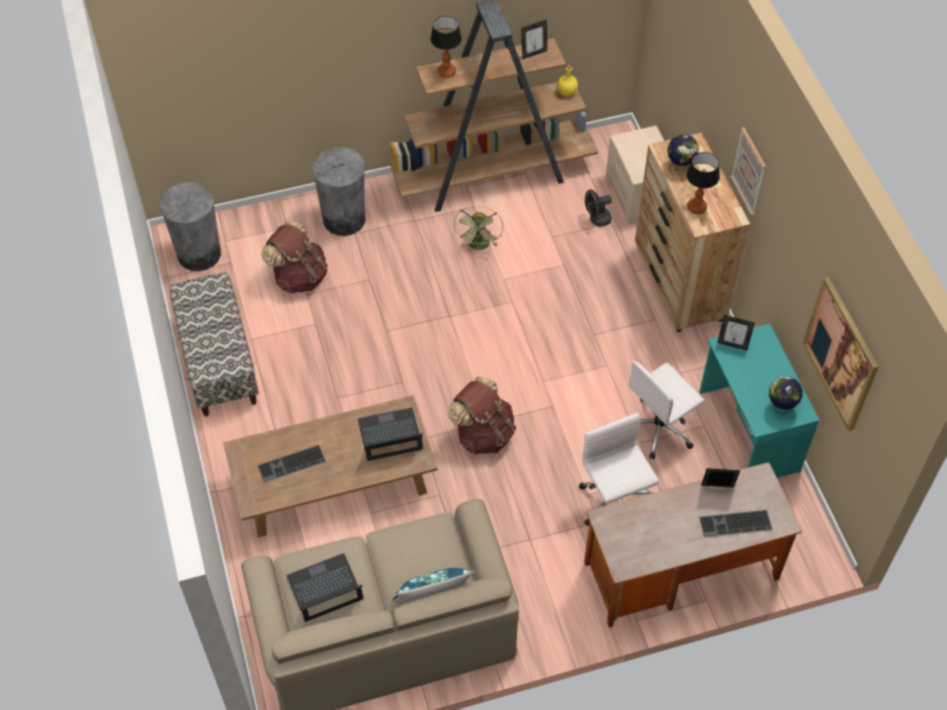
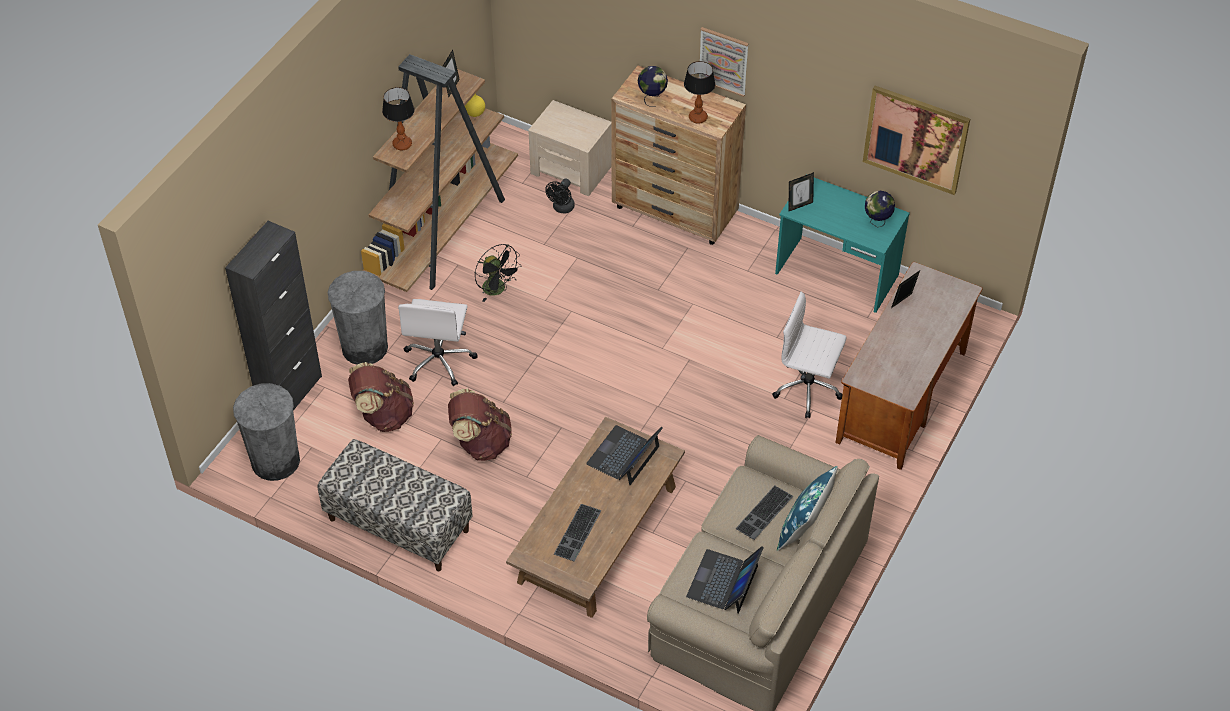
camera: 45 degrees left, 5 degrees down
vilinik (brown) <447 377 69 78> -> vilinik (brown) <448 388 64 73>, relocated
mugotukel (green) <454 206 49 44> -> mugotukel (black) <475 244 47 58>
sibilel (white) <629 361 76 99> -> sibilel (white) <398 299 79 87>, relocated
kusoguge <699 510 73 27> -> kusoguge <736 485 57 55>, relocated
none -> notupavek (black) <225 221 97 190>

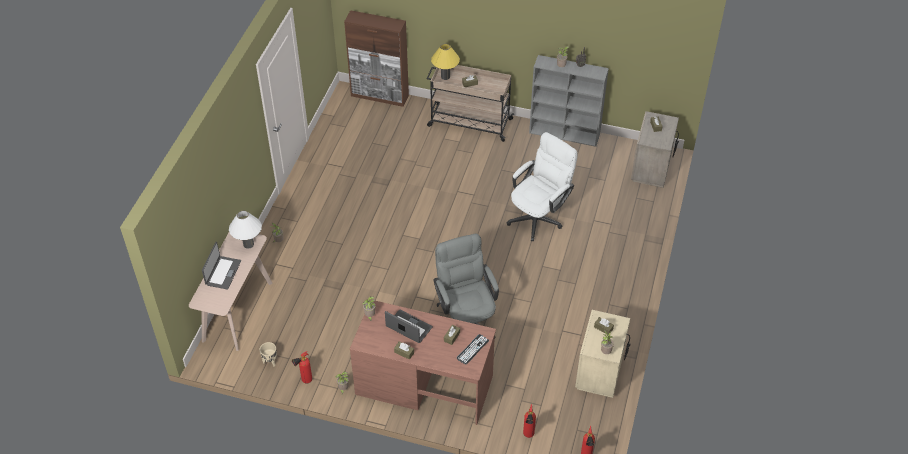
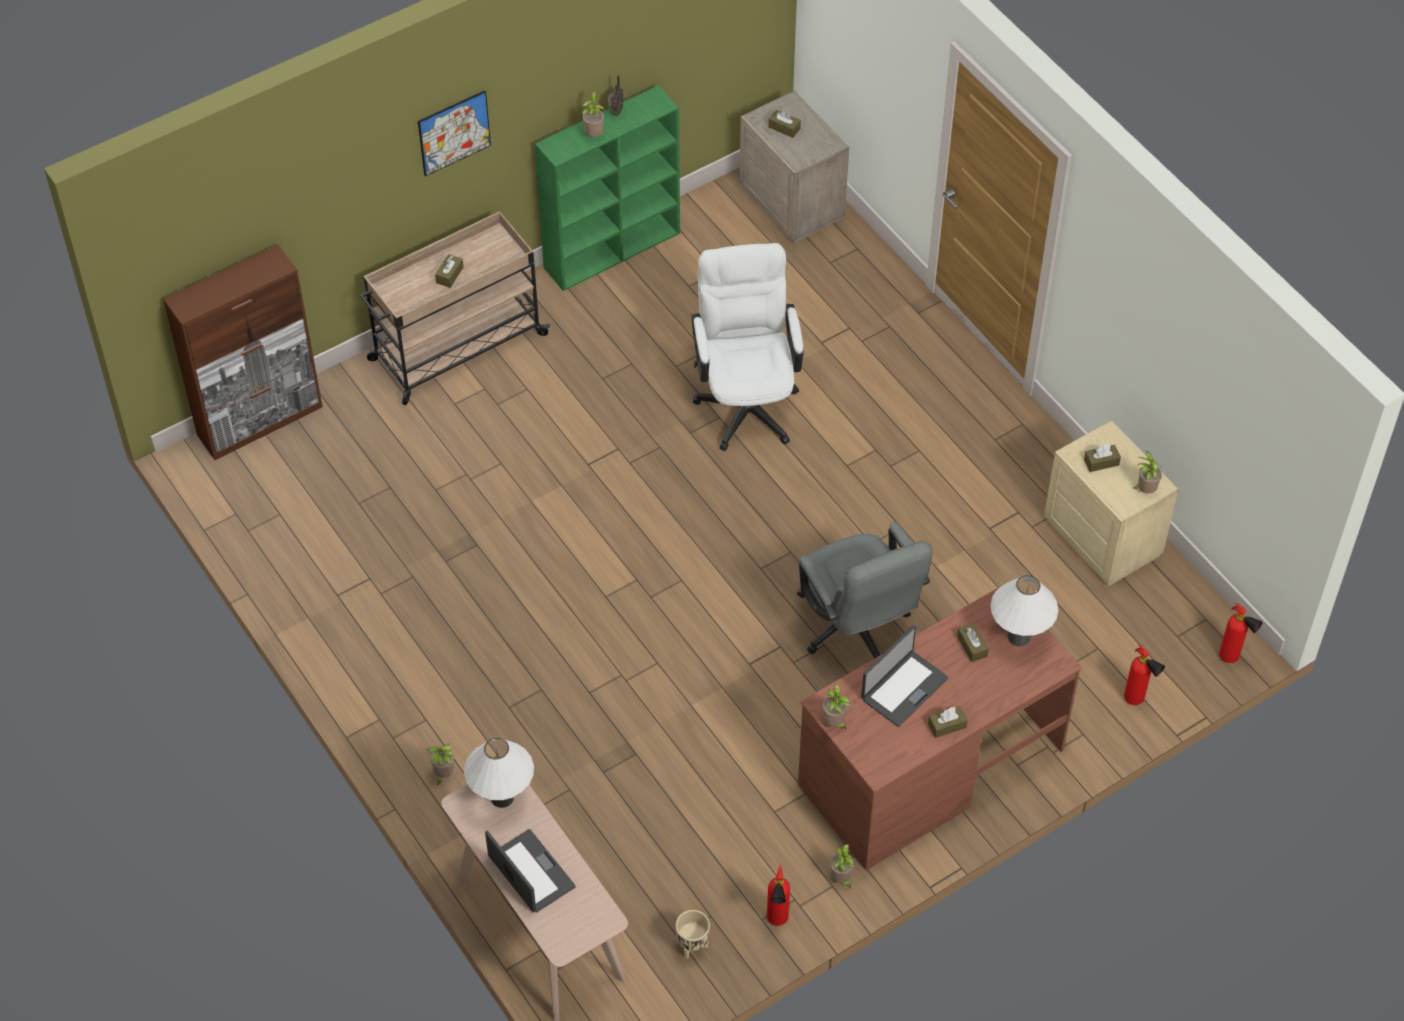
camera: 50 degrees left, 5 degrees up
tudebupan <385 309 48 34> -> tudebupan <861 625 87 102>, 150 degrees clockwise
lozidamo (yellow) <431 44 29 36> -> none
sibilel (grey) <433 233 66 92> -> sibilel (grey) <797 522 136 137>, 135 degrees counterclockwise
kusoguge <457 334 32 31> -> lozidamo (white) <990 575 68 71>
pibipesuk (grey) <529 55 80 92> -> pibipesuk (green) <535 86 145 205>
none -> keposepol <418 90 73 86>

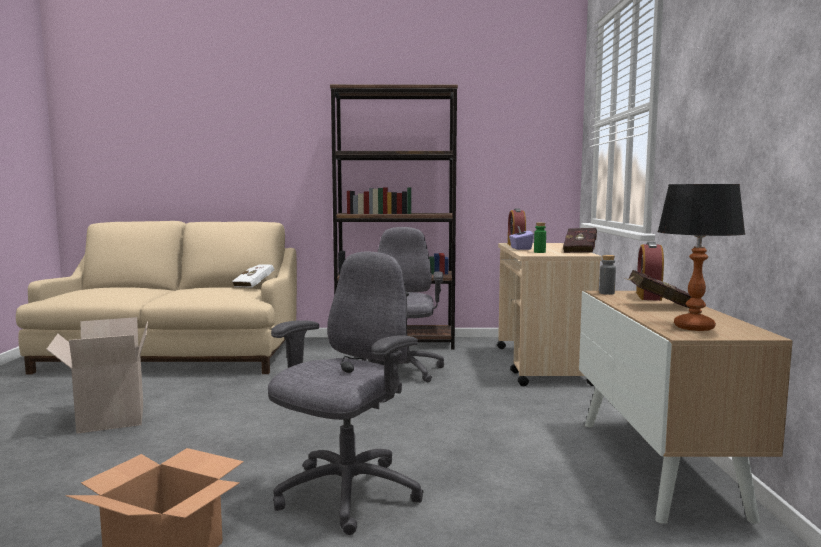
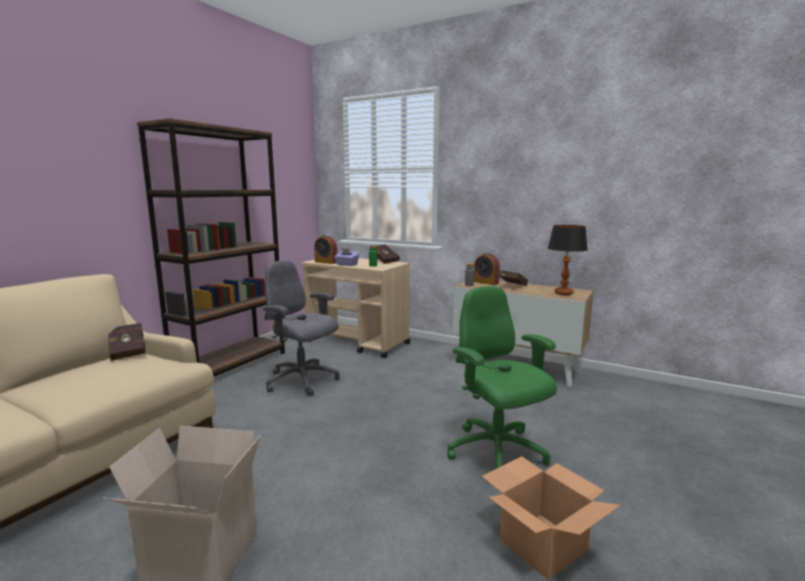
camera: 60 degrees left, 5 degrees up
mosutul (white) <232 264 42 24> -> mosutul (red) <108 323 38 38>
sibilel (grey) <268 251 156 284> -> sibilel (green) <447 286 110 183>

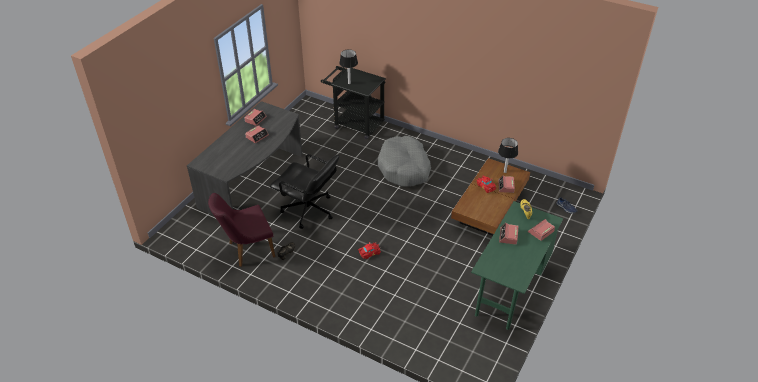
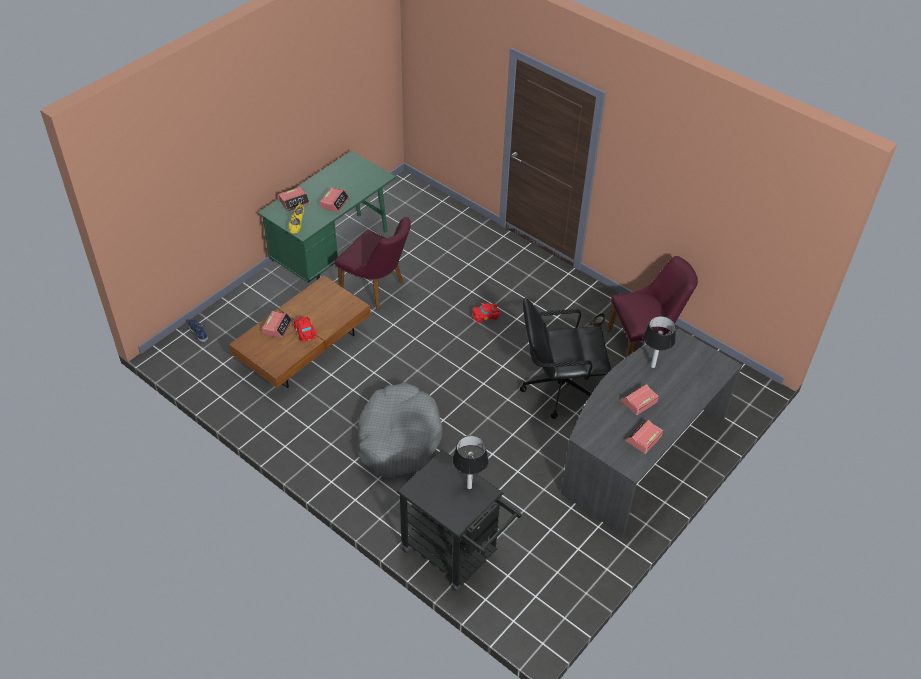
camera: 170 degrees left, 5 degrees up
sibilel (black) <270 154 69 75> -> sibilel (black) <520 298 91 121>, 45 degrees counterclockwise
lozidamo <498 138 20 35> -> lozidamo <643 316 33 52>, relocated
none -> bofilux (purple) <335 217 76 92>

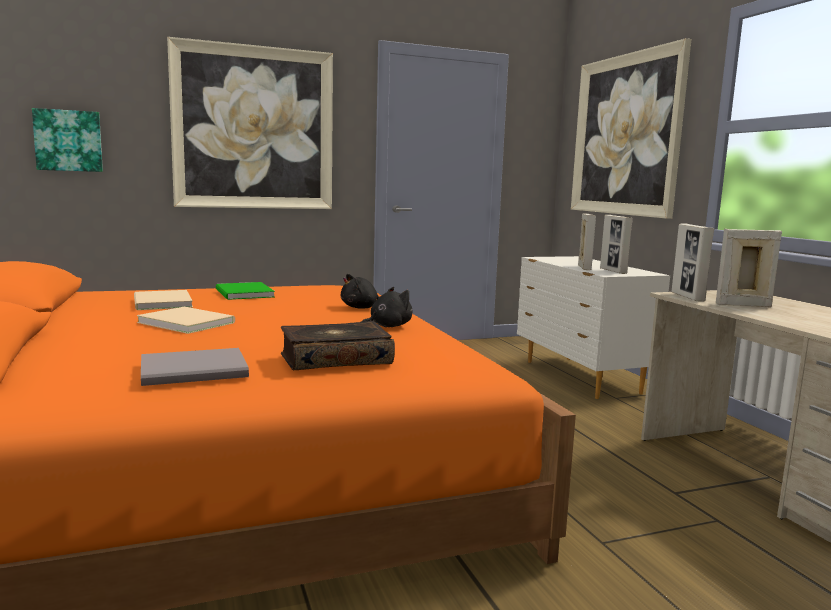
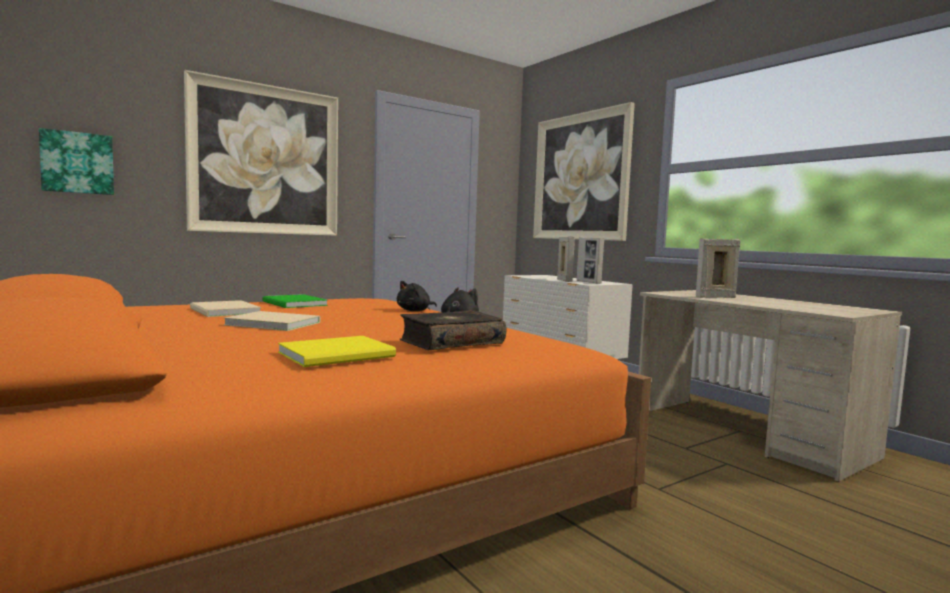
camera: 15 degrees left, 5 degrees down
mosutul (grey) <141 348 108 38> -> mosutul (yellow) <278 336 118 31>
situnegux <671 223 43 78> -> none

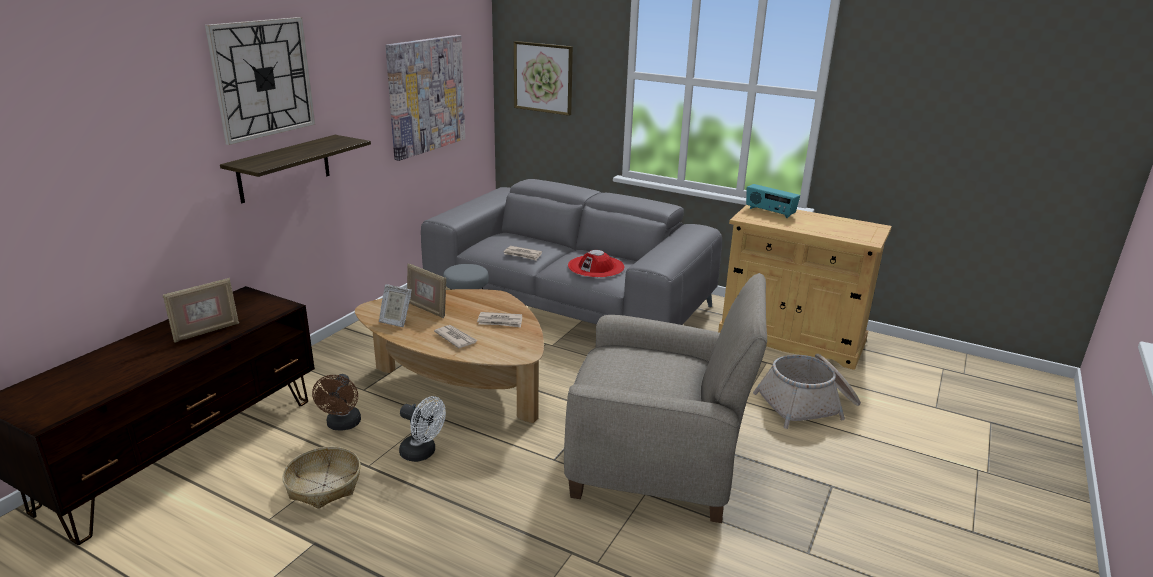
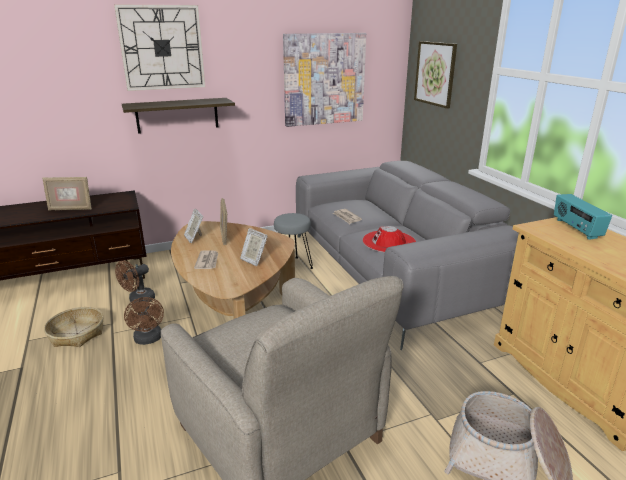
camera: 40 degrees right, 0 degrees up
mugotukel (white) <399 396 47 66> -> mugotukel (brown) <124 297 40 48>
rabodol <477 312 45 15> -> situnegux <240 228 28 38>

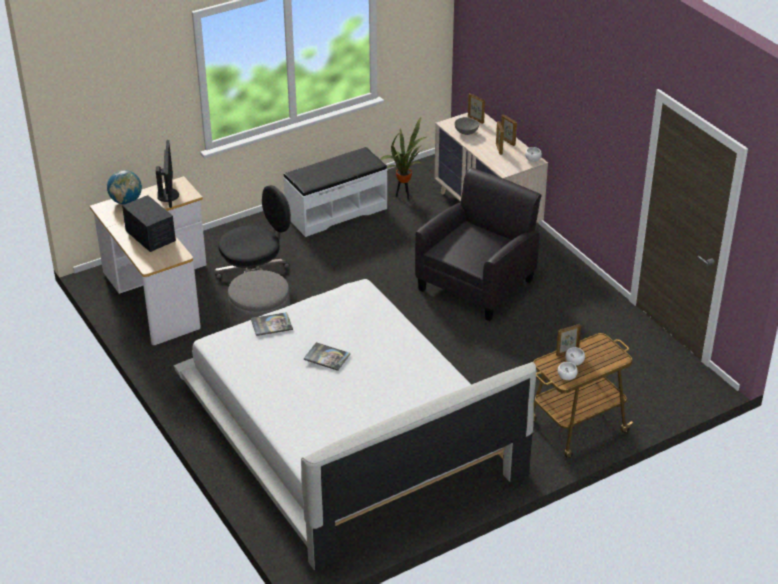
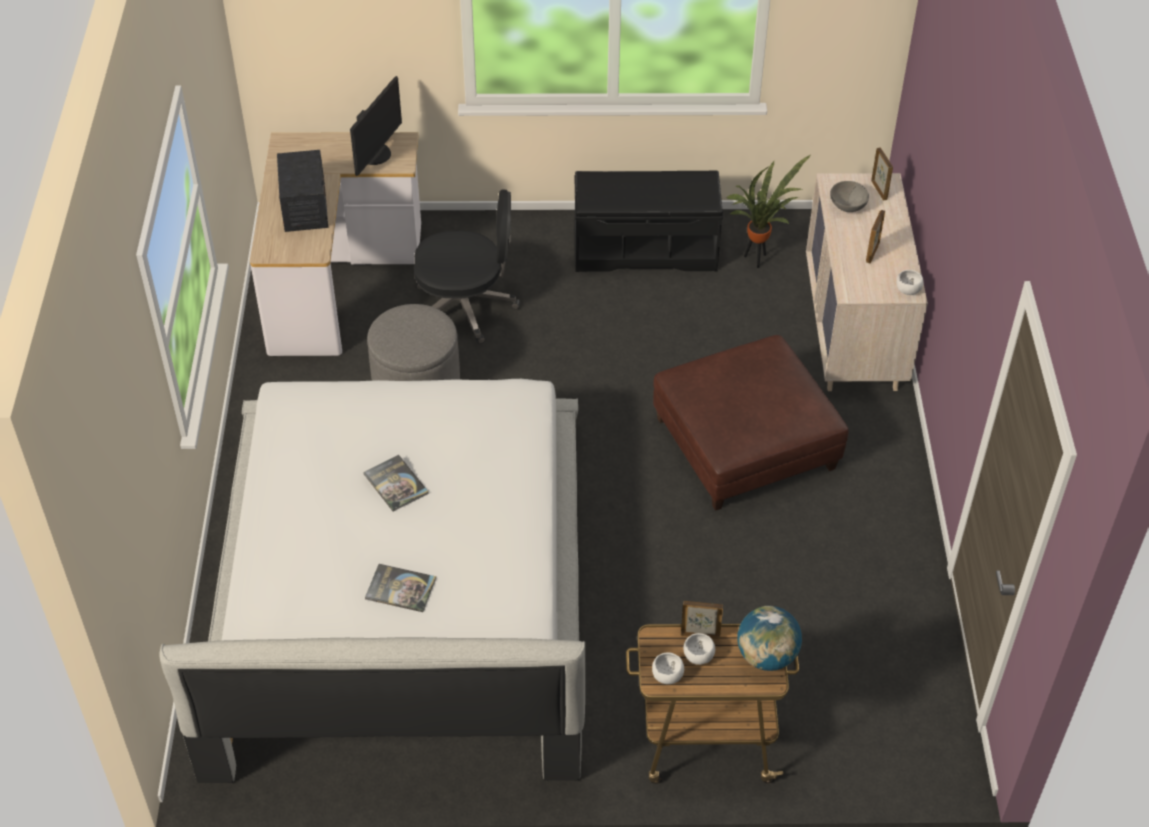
camera: 30 degrees right, 10 degrees up
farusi <107 170 35 35> -> farusi <737 606 65 65>, relocated
mosutul <251 312 42 24> -> mosutul <365 564 71 48>, relocated
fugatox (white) <283 147 105 90> -> fugatox (black) <575 171 148 101>
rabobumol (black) <415 168 126 153> -> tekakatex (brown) <653 335 195 176>
situnegux <501 114 16 32> -> none

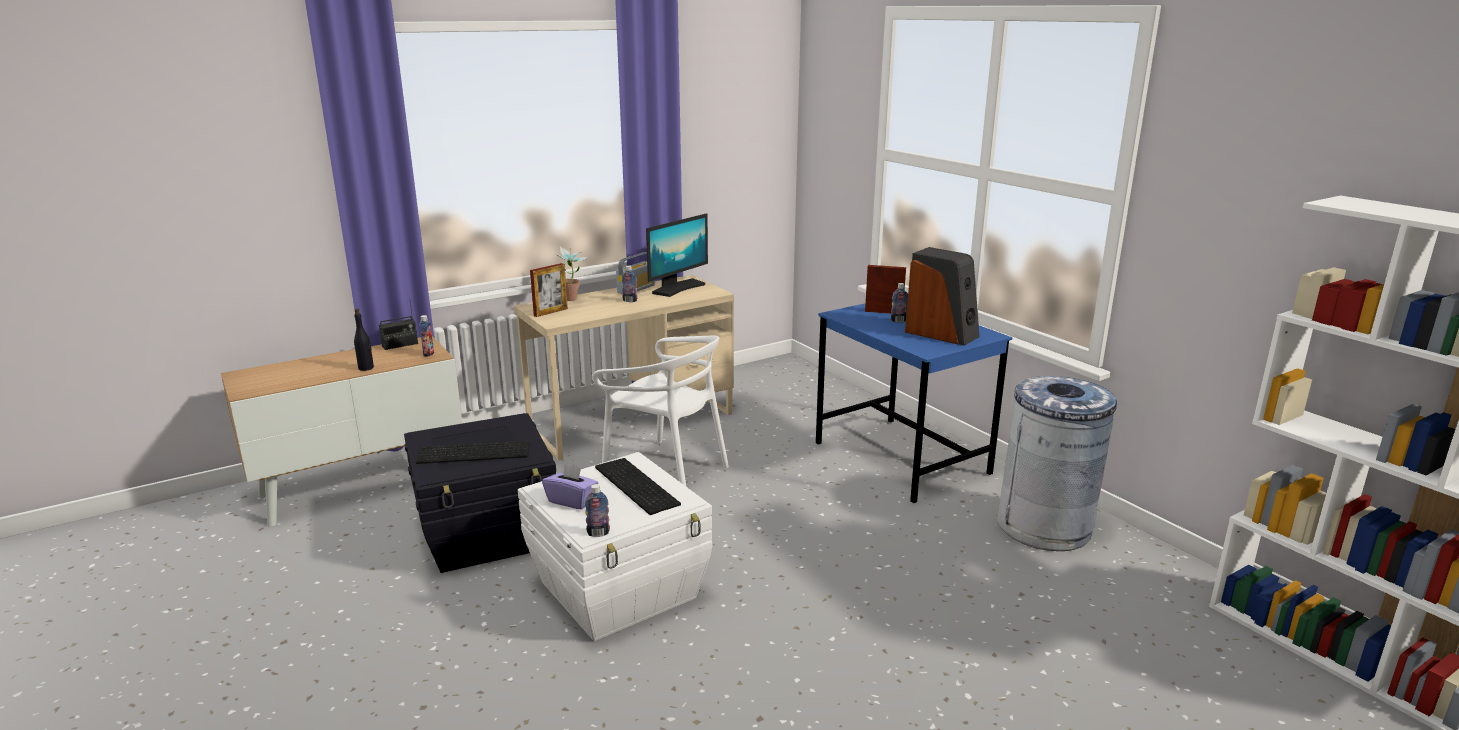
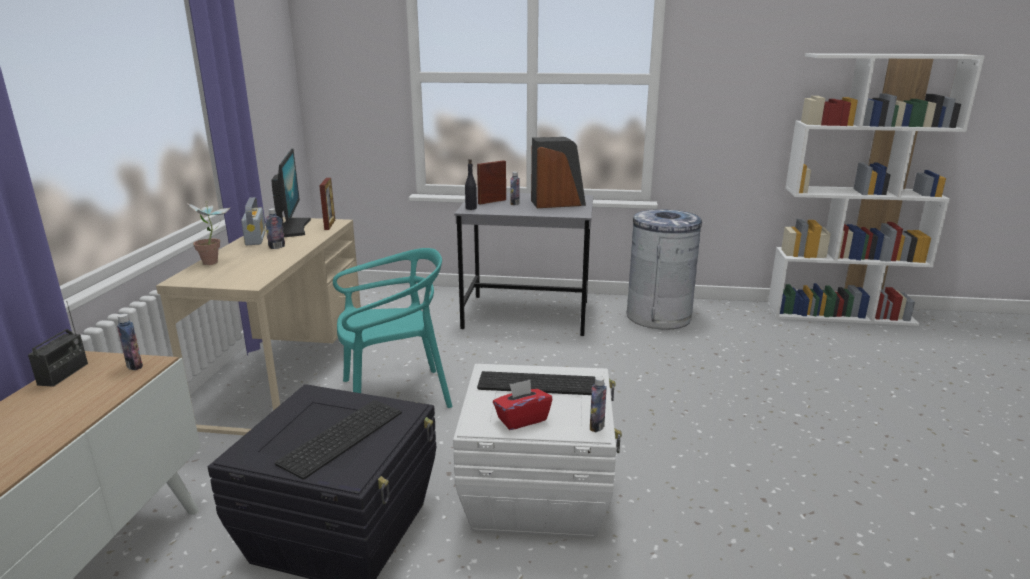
camera: 50 degrees left, 0 degrees up
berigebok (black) <354 308 20 63> -> berigebok (black) <465 159 12 51>, relocated
situnegux <530 263 38 54> -> situnegux <319 178 16 52>, relocated
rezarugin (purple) <542 463 56 47> -> rezarugin (red) <493 380 59 50>
bofilux (white) <592 336 137 150> -> bofilux (turquoise) <333 248 119 160>
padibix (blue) <816 303 196 200> -> padibix (grey) <454 192 139 144>

